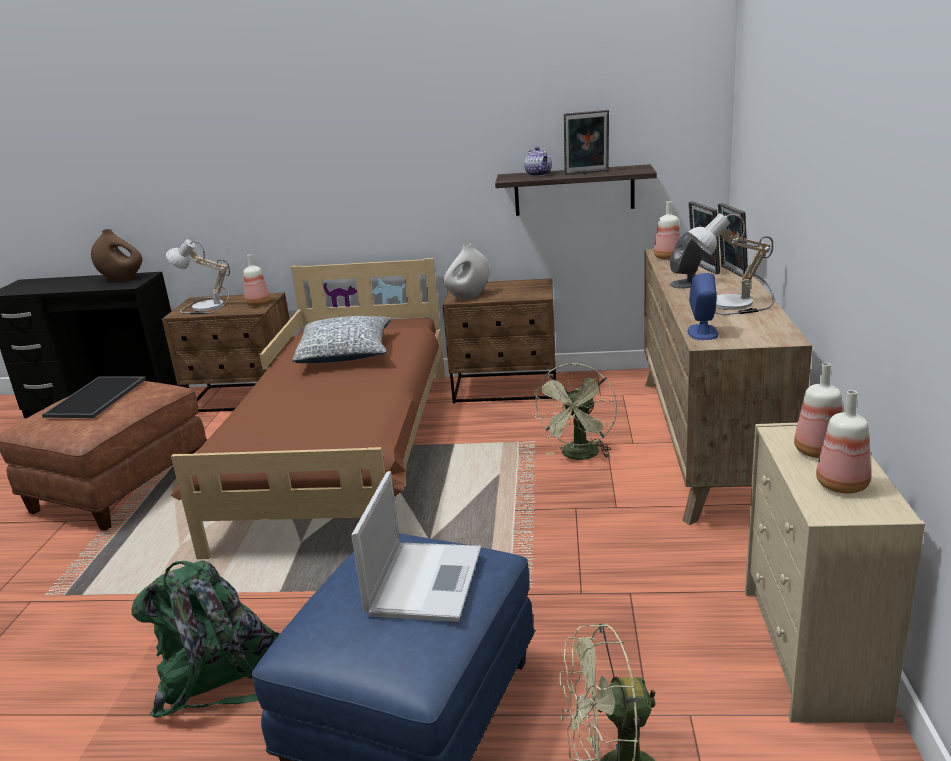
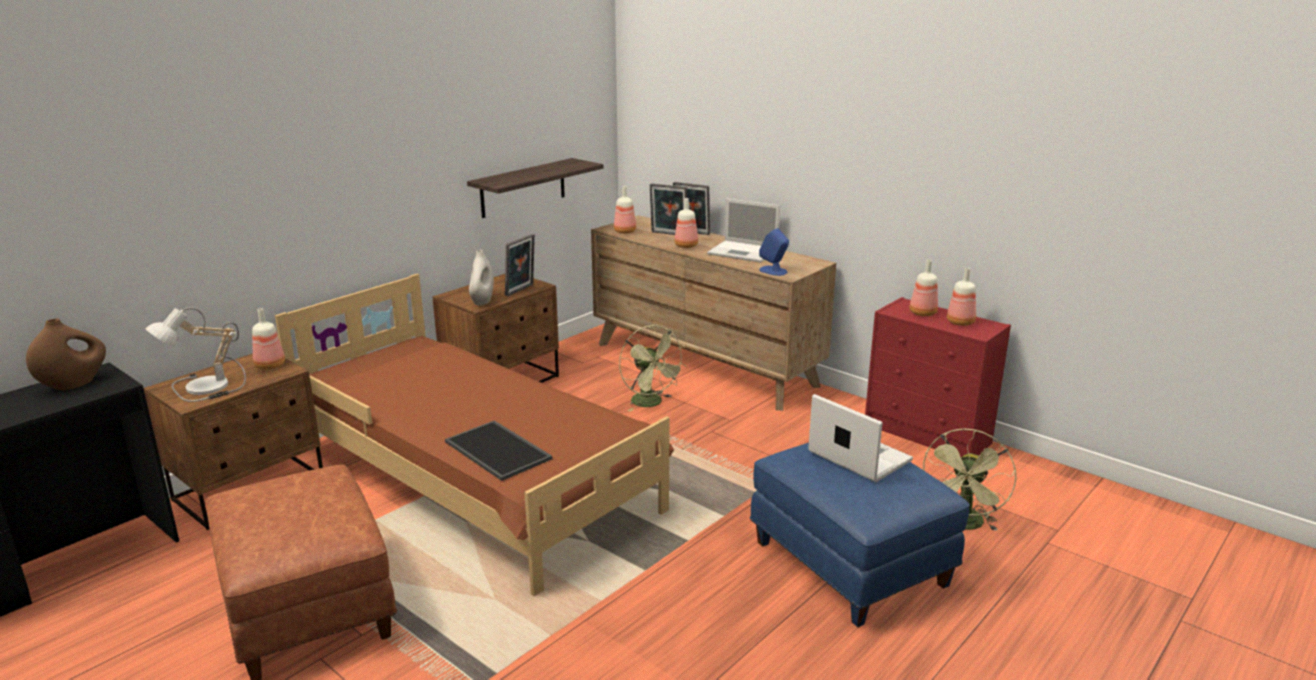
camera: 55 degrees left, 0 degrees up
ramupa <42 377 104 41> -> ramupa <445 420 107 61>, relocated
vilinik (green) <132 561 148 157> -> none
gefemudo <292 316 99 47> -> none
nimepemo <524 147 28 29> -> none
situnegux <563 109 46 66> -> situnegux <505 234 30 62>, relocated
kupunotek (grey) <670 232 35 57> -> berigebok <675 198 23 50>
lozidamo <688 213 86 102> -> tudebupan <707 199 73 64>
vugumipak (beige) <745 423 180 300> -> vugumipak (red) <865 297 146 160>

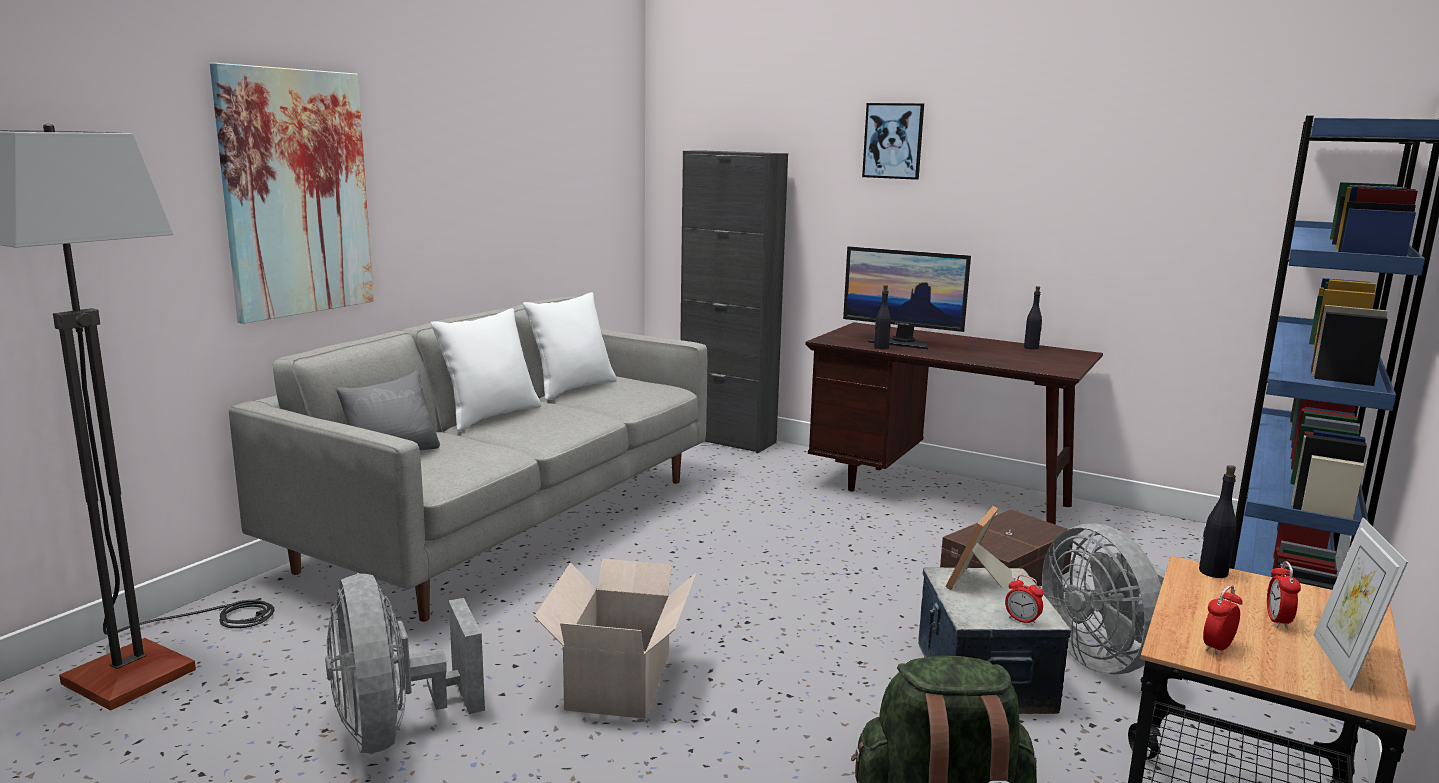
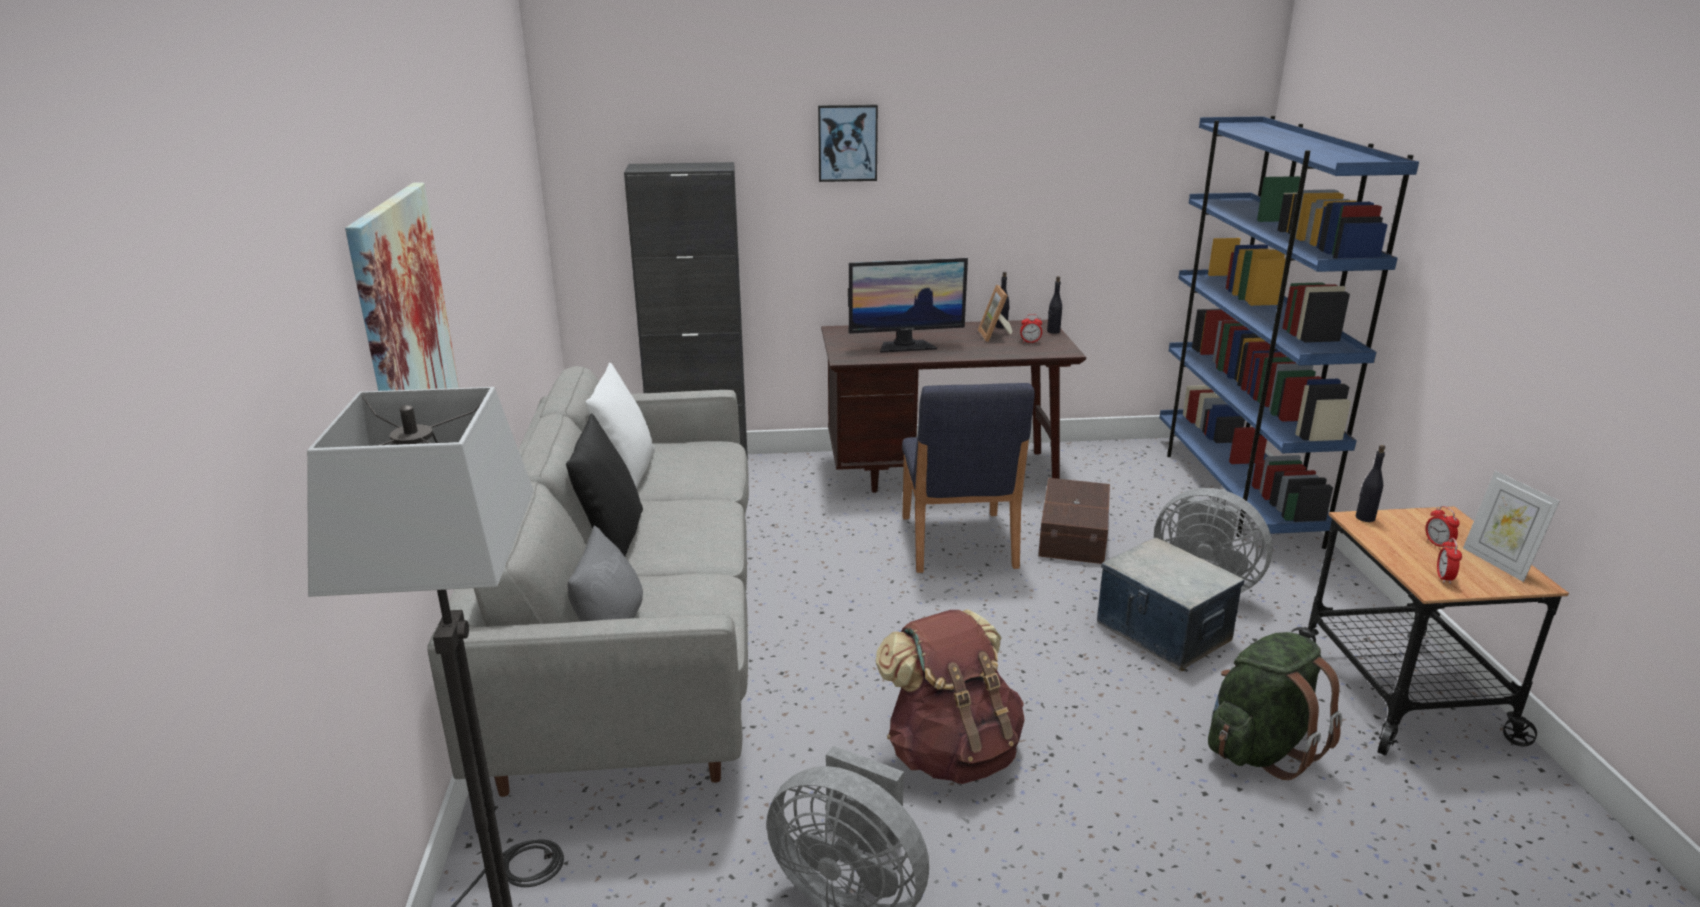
camera: 35 degrees left, 10 degrees up
gefemudo (white) <431 309 110 122> -> gefemudo (black) <566 413 77 143>
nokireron <534 559 162 160> -> vilinik (brown) <876 609 149 175>
berigebok (black) <874 285 17 64> -> berigebok (black) <1047 276 15 58>, relocated
situnegux <946 506 67 84> -> situnegux <978 285 35 57>, relocated
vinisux <1005 575 39 51> -> vinisux <1020 314 22 29>, relocated
none -> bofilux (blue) <902 383 133 190>

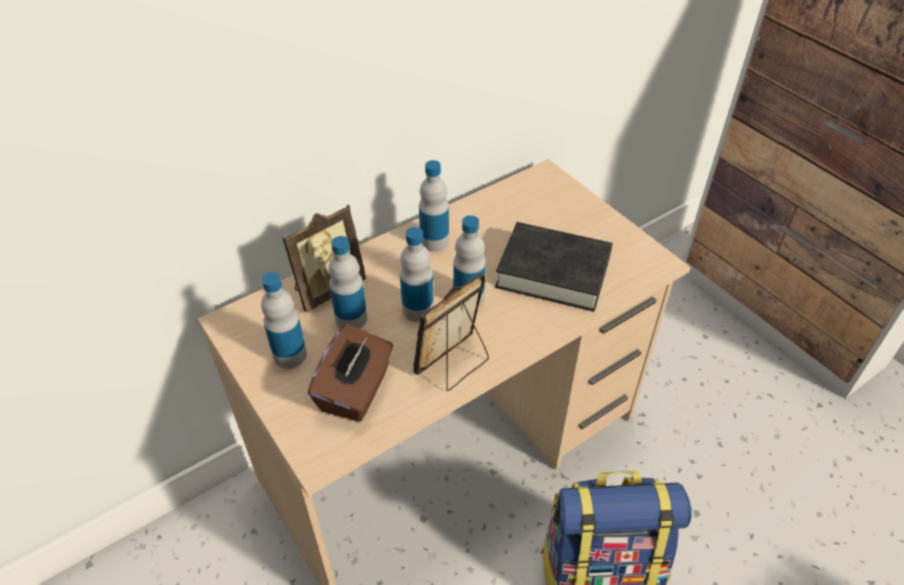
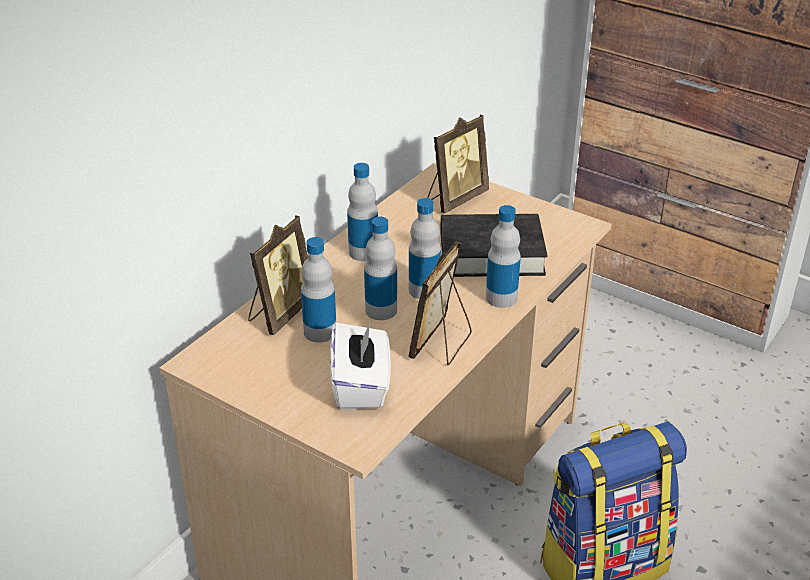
camera: 20 degrees left, 10 degrees down
berigebok <261 272 46 97> -> berigebok <486 205 35 103>, relocated
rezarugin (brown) <308 324 85 98> -> rezarugin (white) <330 323 60 86>
none -> situnegux <427 115 62 98>

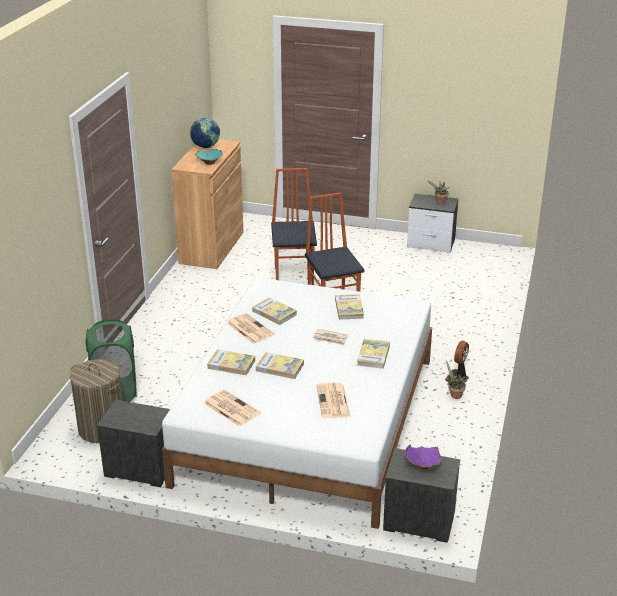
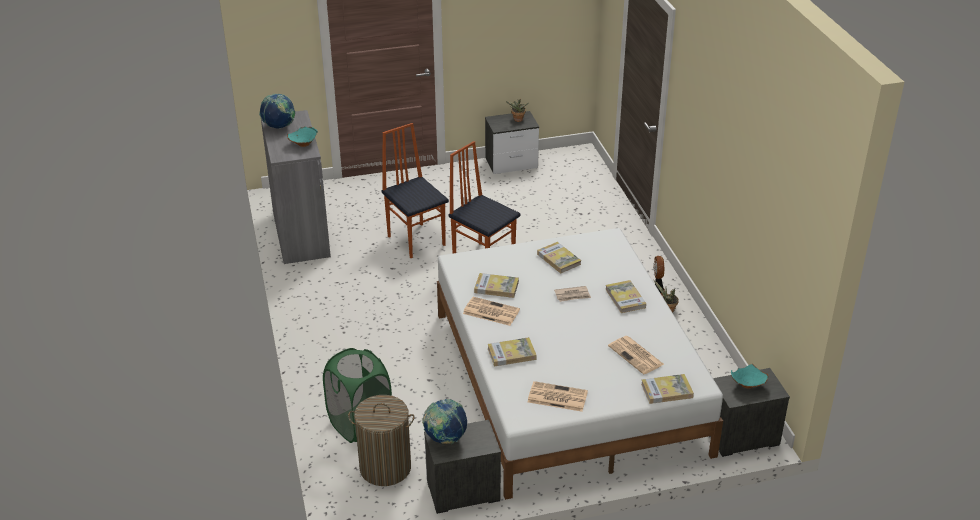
camera: 30 degrees left, 5 degrees up
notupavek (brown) <171 139 72 130> -> notupavek (grey) <261 110 70 154>
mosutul <256 352 48 27> -> mosutul <641 374 53 30>, relocated
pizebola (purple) <405 444 38 25> -> pizebola (turquoise) <731 364 38 25>
none -> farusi <422 399 45 45>

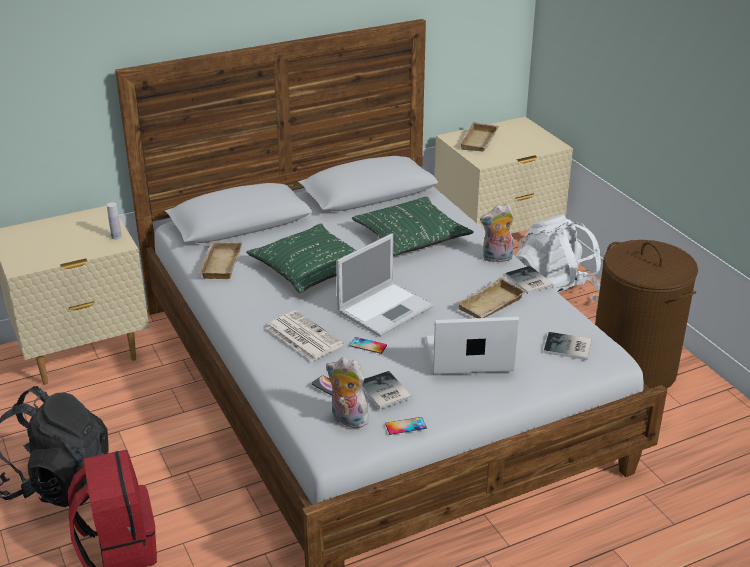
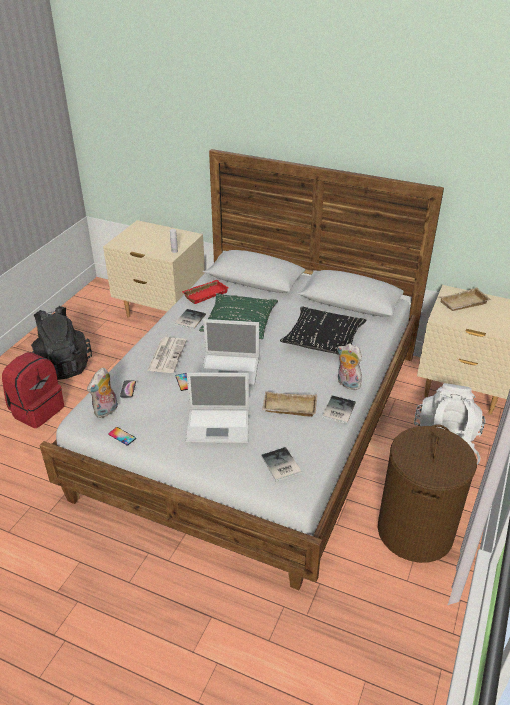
camera: 50 degrees right, 5 degrees up
ramupa (beige) <199 242 43 37> -> ramupa (red) <182 280 46 24>
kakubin <326 357 43 71> -> kakubin <87 368 31 50>, 135 degrees counterclockwise
gefemudo (green) <352 197 122 59> -> gefemudo (black) <280 307 87 48>
mosutul <361 371 51 38> -> mosutul <175 309 31 20>, relocated
tudebupan <426 317 93 58> -> tudebupan <185 372 64 71>, 135 degrees clockwise

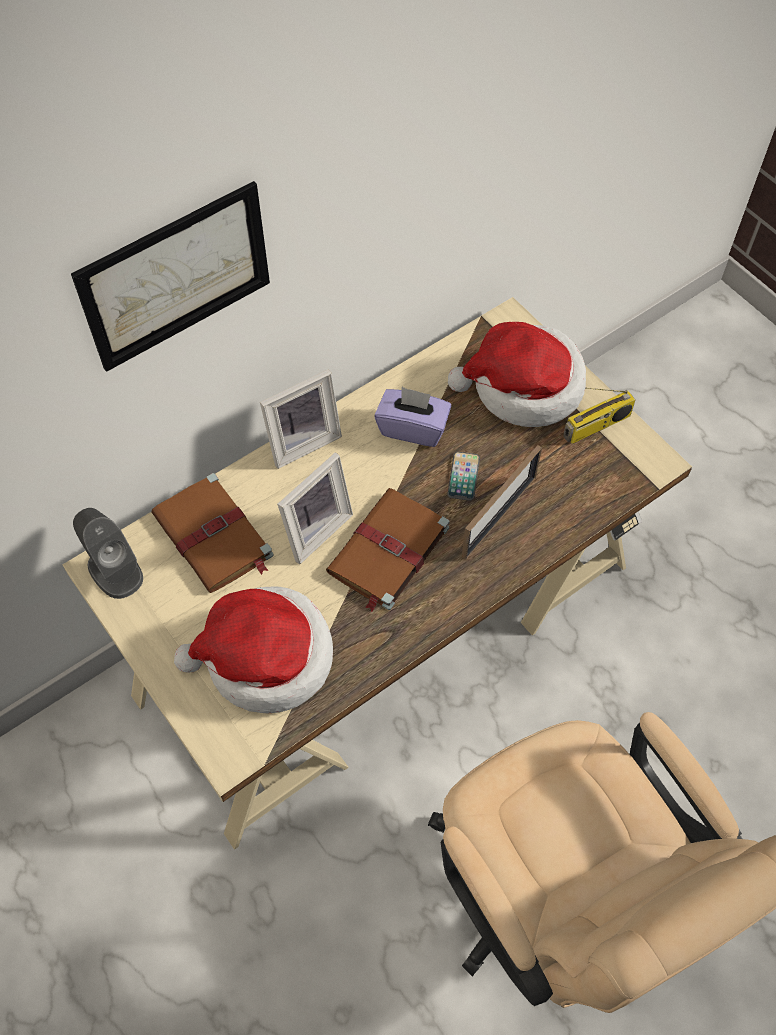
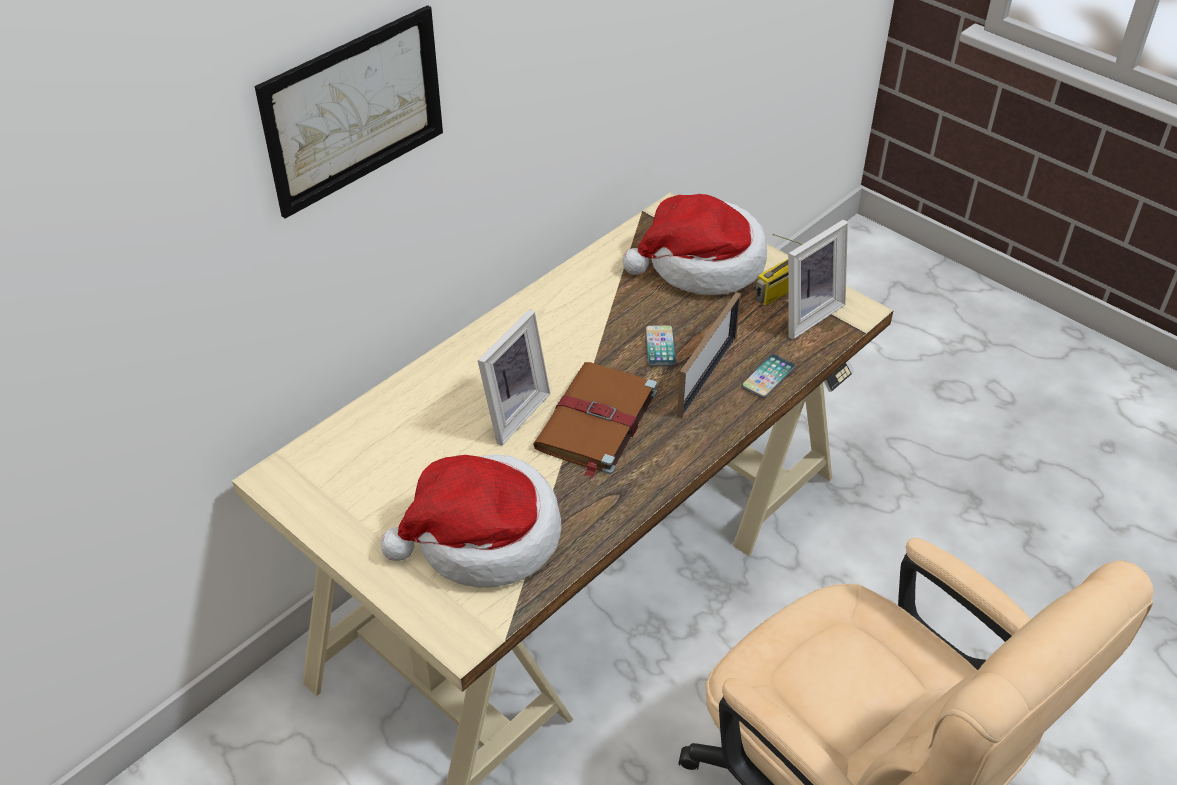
camera: 10 degrees left, 15 degrees down
kupunotek (grey) <73 508 70 91> -> none
mosutul (brown) <152 473 122 120> -> none
situnegux <260 369 82 100> -> situnegux <788 220 60 119>, relocated
rezarugin (purple) <374 387 77 60> -> none
none -> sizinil <741 354 55 44>

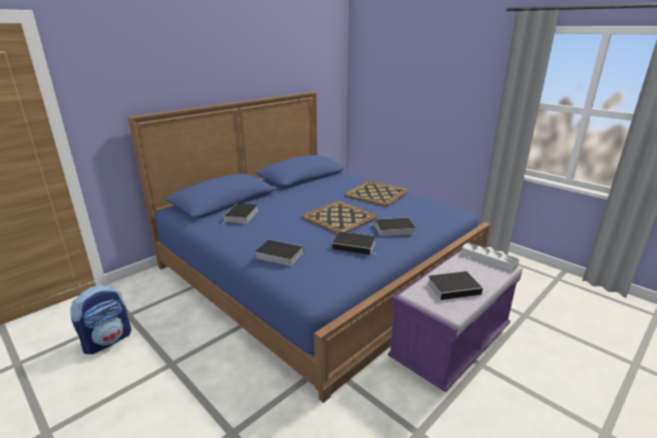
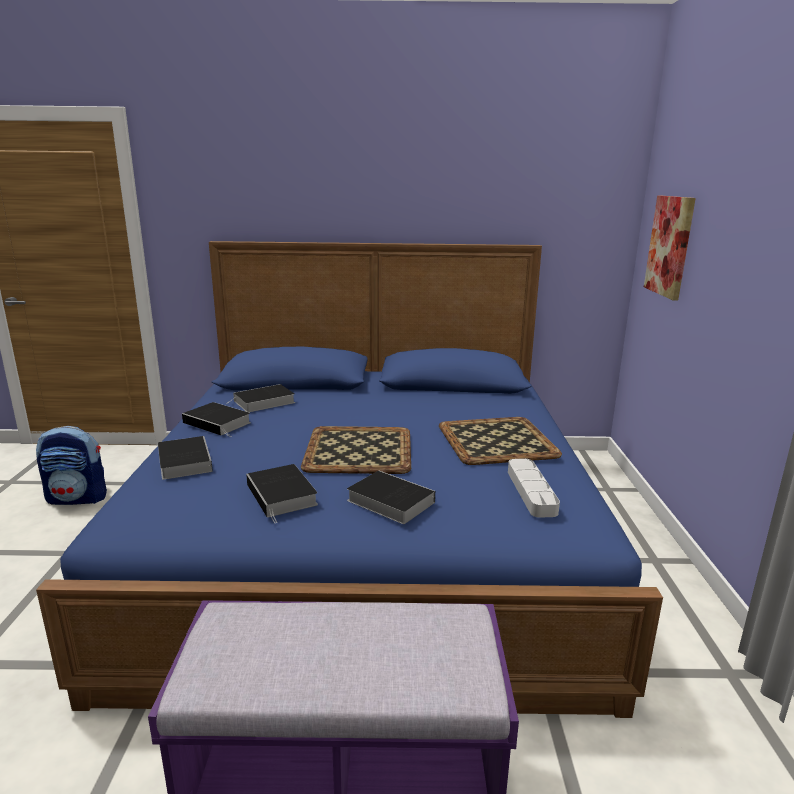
camera: 45 degrees right, 5 degrees down
mosutul <428 271 60 29> -> mosutul <182 402 69 35>, relocated
ramupa (grey) <462 243 57 28> -> ramupa (grey) <508 459 52 59>, relocated
none -> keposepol <644 196 52 105>

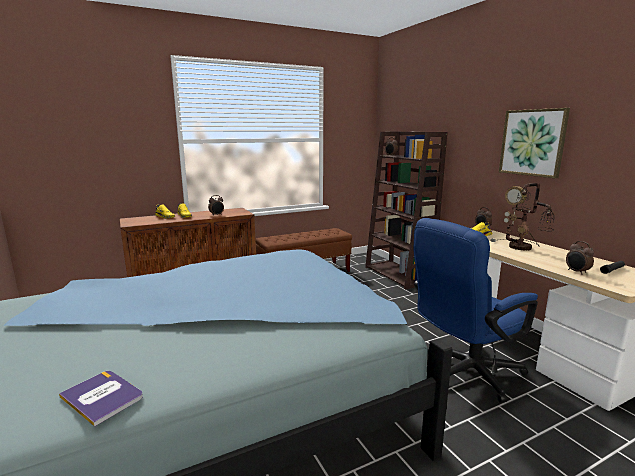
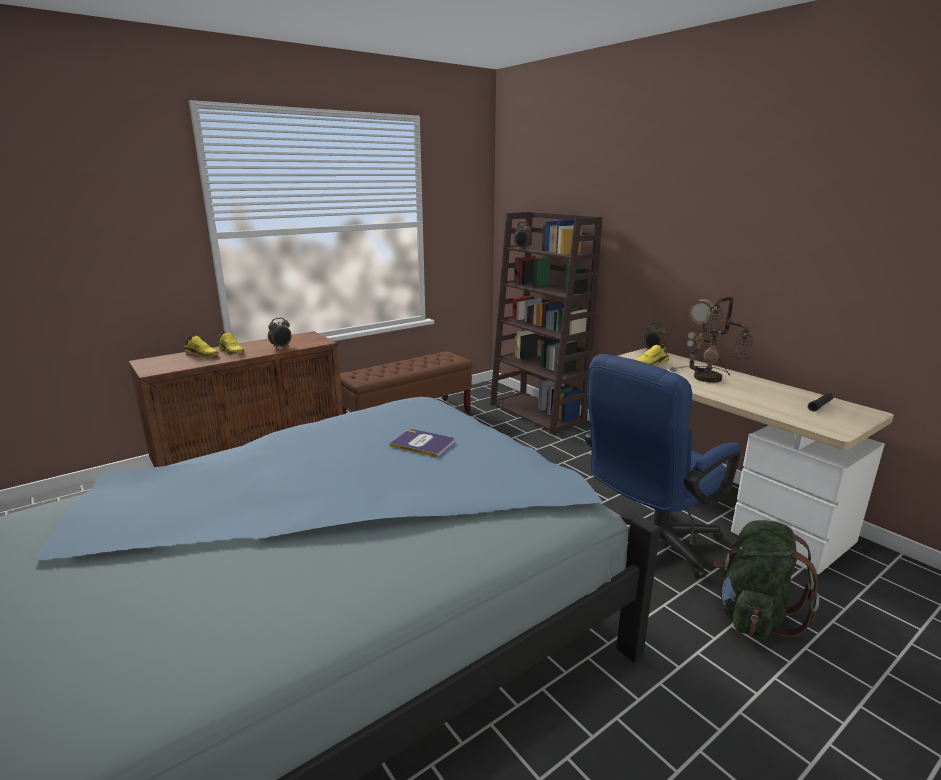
camera: 10 degrees left, 5 degrees up
mosutul <59 371 84 56> -> mosutul <389 429 65 28>, relocated
keposepol <499 108 71 70> -> none
vinisux <566 241 28 34> -> none
none -> vilinik (green) <714 520 106 118>

